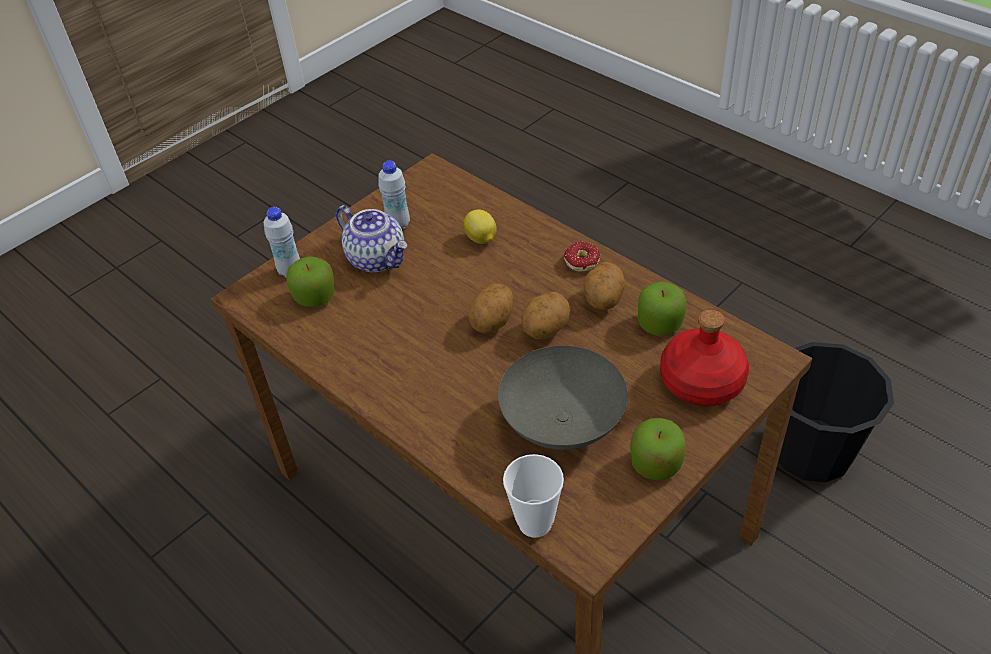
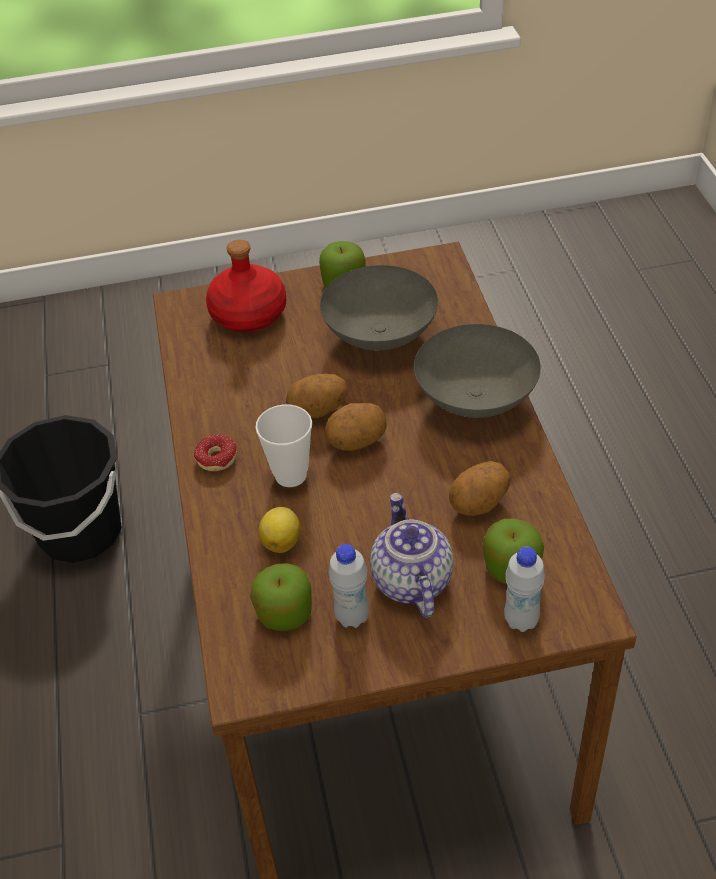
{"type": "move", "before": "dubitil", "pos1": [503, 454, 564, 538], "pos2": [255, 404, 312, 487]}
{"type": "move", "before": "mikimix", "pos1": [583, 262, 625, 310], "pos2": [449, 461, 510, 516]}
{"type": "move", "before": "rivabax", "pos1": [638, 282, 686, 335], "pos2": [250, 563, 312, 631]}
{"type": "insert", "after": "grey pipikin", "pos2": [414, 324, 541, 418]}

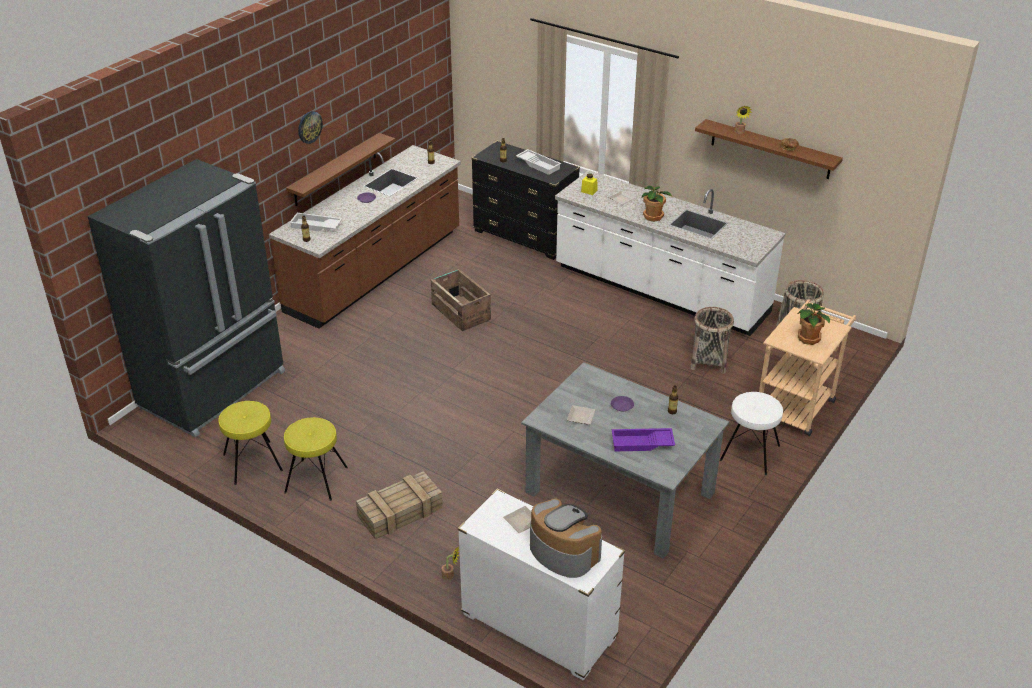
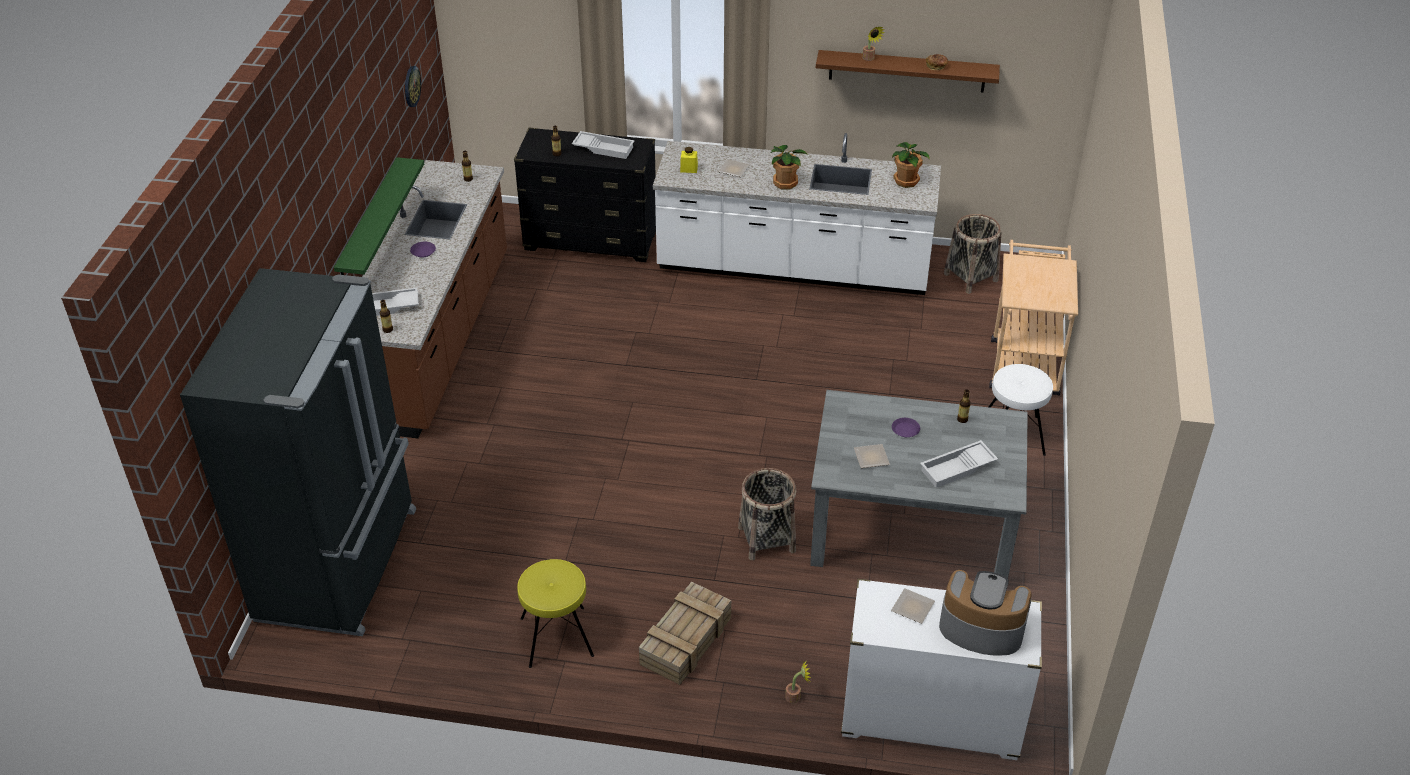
{"type": "delete", "before": "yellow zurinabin", "pos1": [218, 401, 283, 485]}
{"type": "recolor", "before": "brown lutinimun", "after": "green lutinimun", "pos1": [286, 133, 396, 206], "pos2": [334, 157, 424, 275]}
{"type": "move", "before": "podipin", "pos1": [298, 111, 323, 144], "pos2": [405, 66, 421, 107]}
{"type": "delete", "before": "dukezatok", "pos1": [431, 269, 491, 331]}
{"type": "recolor", "before": "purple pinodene", "after": "white pinodene", "pos1": [612, 428, 675, 451], "pos2": [920, 440, 998, 488]}
{"type": "move", "before": "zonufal", "pos1": [690, 307, 734, 374], "pos2": [738, 468, 796, 561]}
{"type": "move", "before": "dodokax", "pos1": [798, 303, 830, 345], "pos2": [892, 142, 930, 188]}

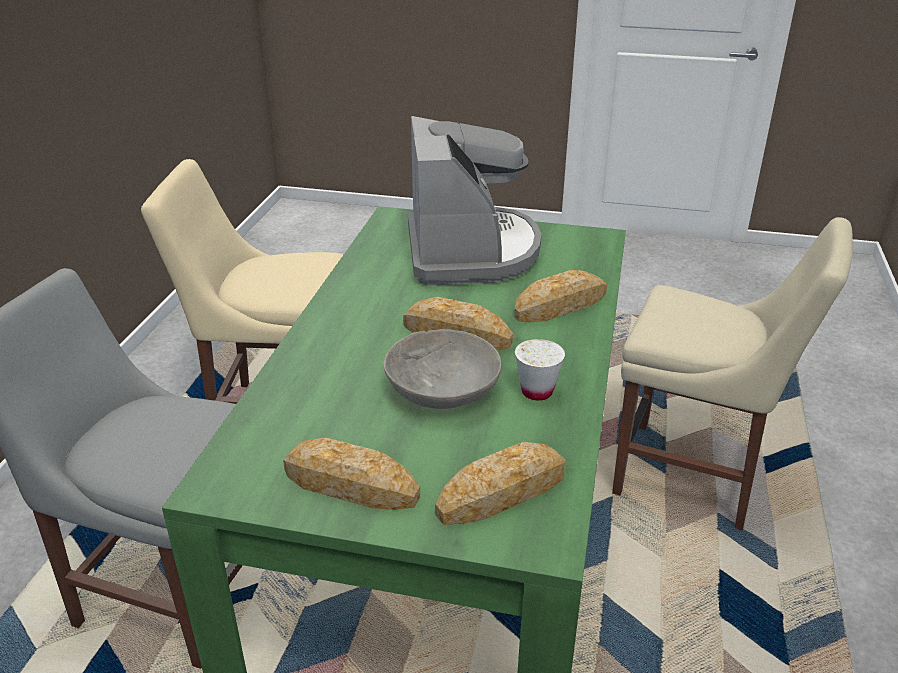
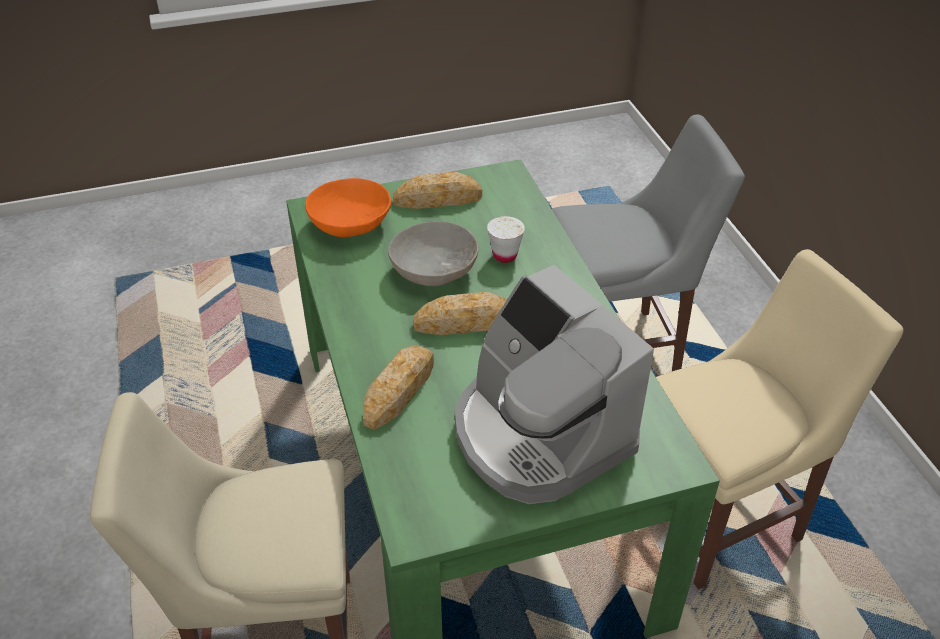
{"type": "replace", "before": "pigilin", "after": "orange pipikin", "pos1": [435, 442, 565, 525], "pos2": [305, 178, 391, 237]}
{"type": "move", "before": "white dubitil", "pos1": [515, 339, 565, 400], "pos2": [487, 216, 525, 263]}

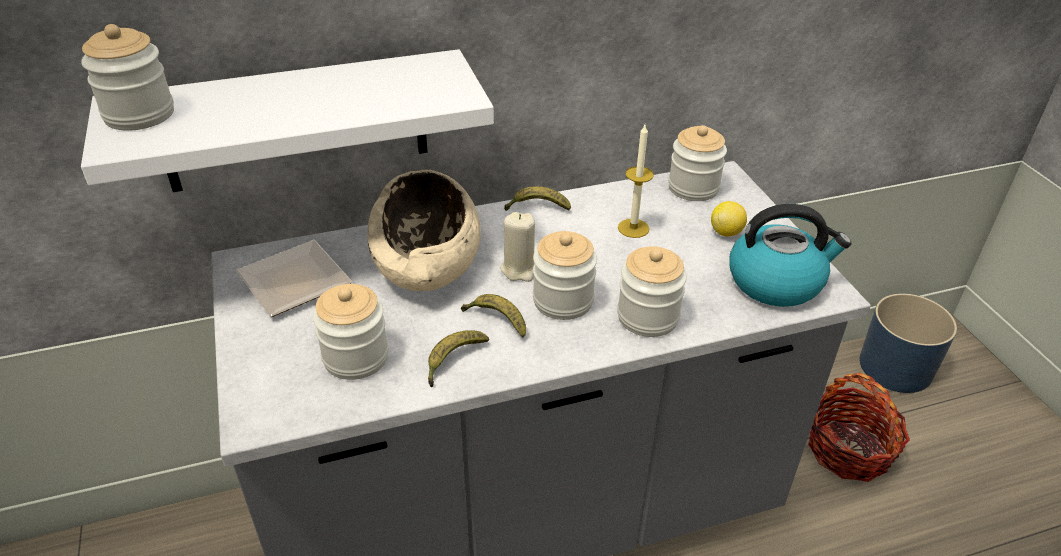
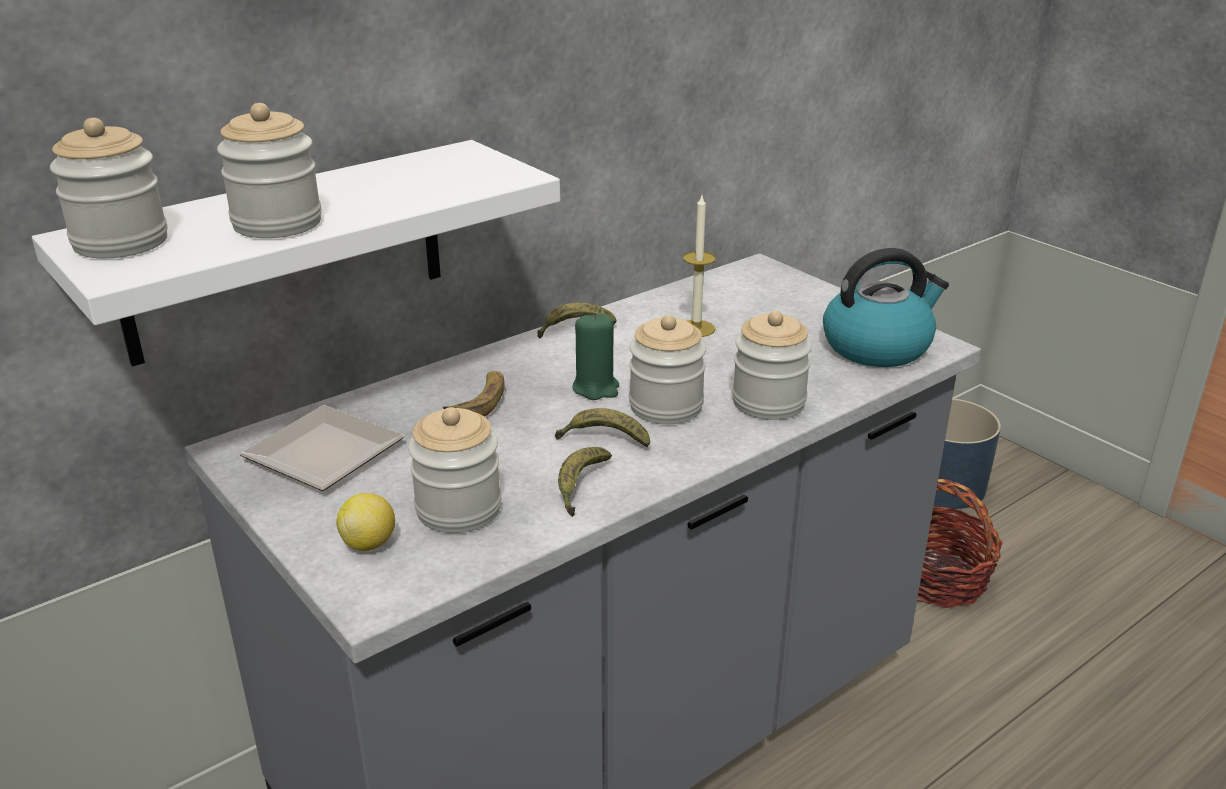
{"type": "replace", "before": "beige pipikin", "after": "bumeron", "pos1": [367, 170, 481, 291], "pos2": [443, 371, 505, 417]}
{"type": "recolor", "before": "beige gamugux", "after": "green gamugux", "pos1": [500, 212, 535, 282], "pos2": [572, 313, 619, 400]}
{"type": "move", "before": "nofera", "pos1": [668, 125, 727, 201], "pos2": [217, 103, 322, 238]}
{"type": "move", "before": "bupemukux", "pos1": [711, 201, 747, 236], "pos2": [336, 493, 395, 551]}

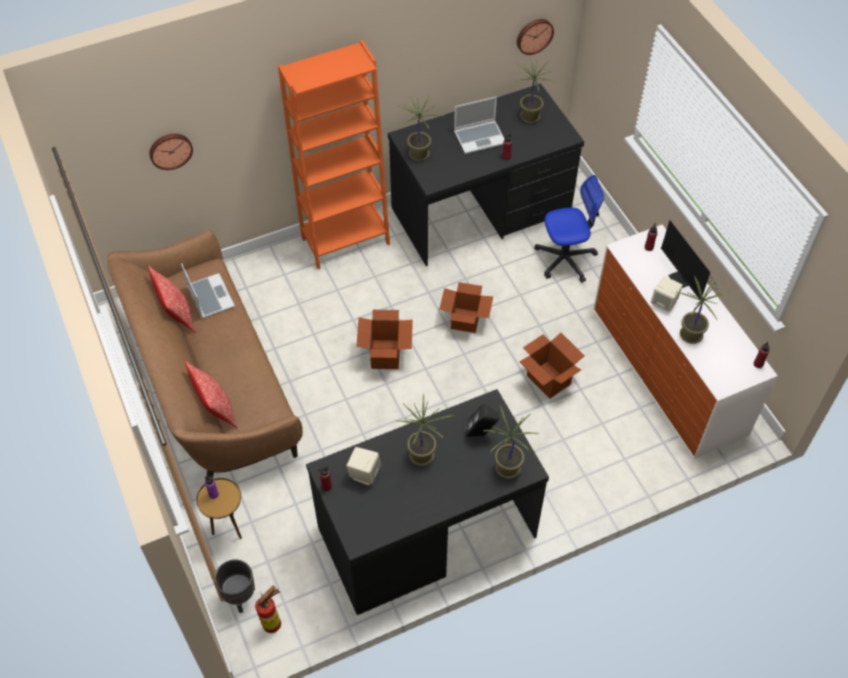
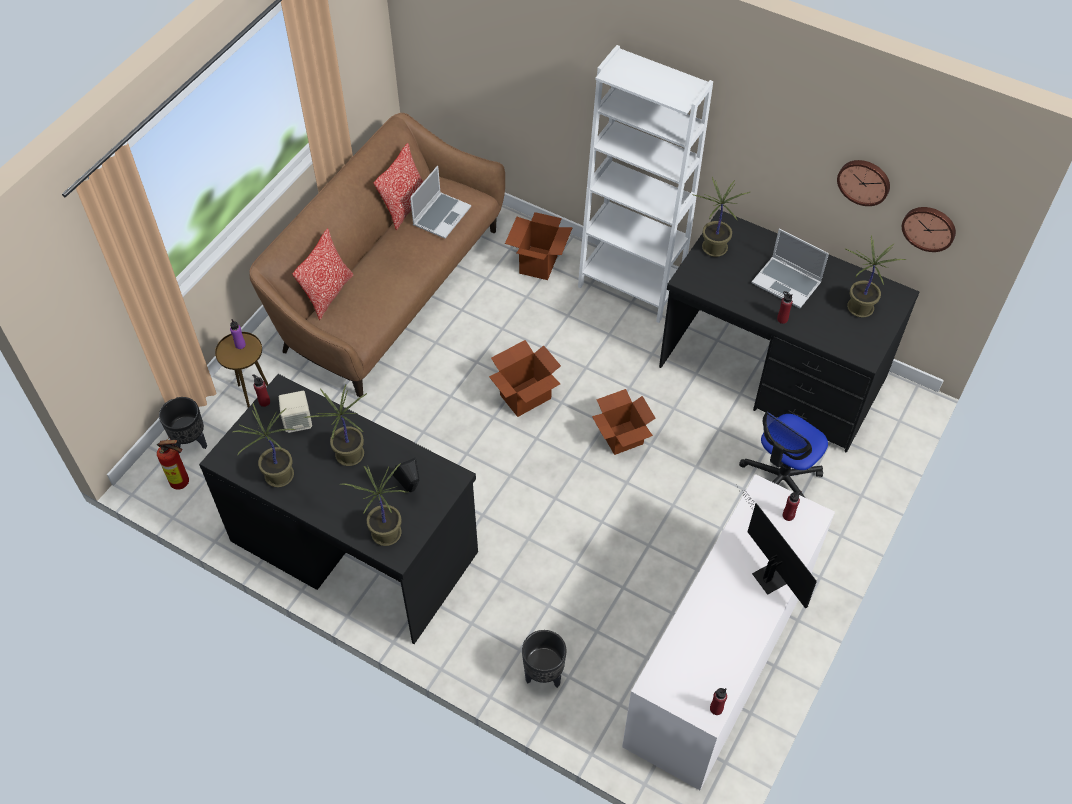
{"type": "move", "before": "podipin", "pos1": [149, 134, 193, 170], "pos2": [837, 160, 890, 206]}
{"type": "recolor", "before": "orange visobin", "after": "white visobin", "pos1": [278, 40, 390, 269], "pos2": [578, 45, 713, 323]}
{"type": "move", "before": "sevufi", "pos1": [519, 333, 585, 399], "pos2": [505, 212, 573, 280]}
{"type": "rotate", "before": "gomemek", "pos1": [534, 175, 605, 283], "pos2": [739, 412, 828, 497], "turn": 90}
{"type": "delete", "before": "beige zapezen", "pos1": [651, 276, 683, 313]}
{"type": "rotate", "before": "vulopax", "pos1": [661, 220, 722, 300], "pos2": [739, 489, 817, 609], "turn": 120}
{"type": "move", "before": "dodokax", "pos1": [677, 277, 730, 344], "pos2": [232, 403, 295, 487]}
{"type": "insert", "after": "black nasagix", "pos2": [522, 630, 567, 688]}

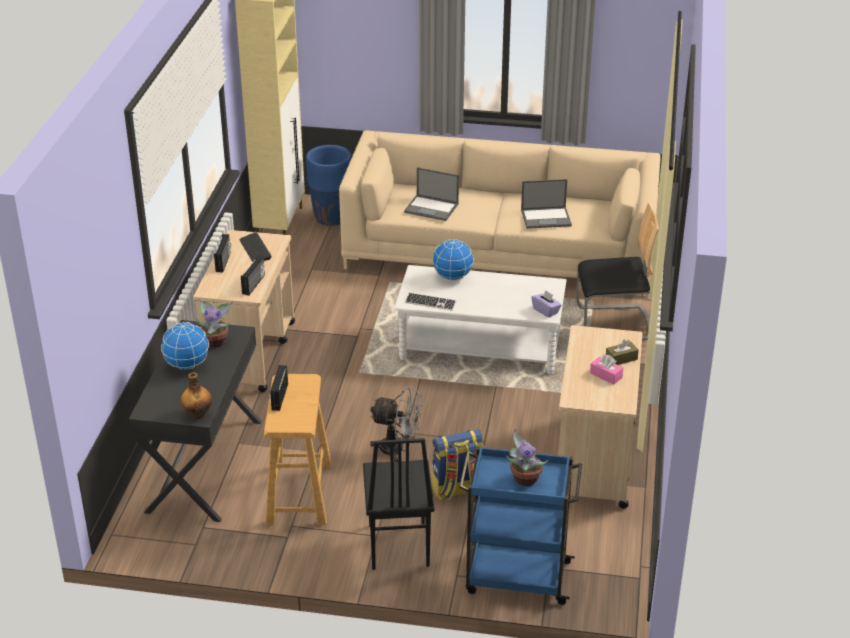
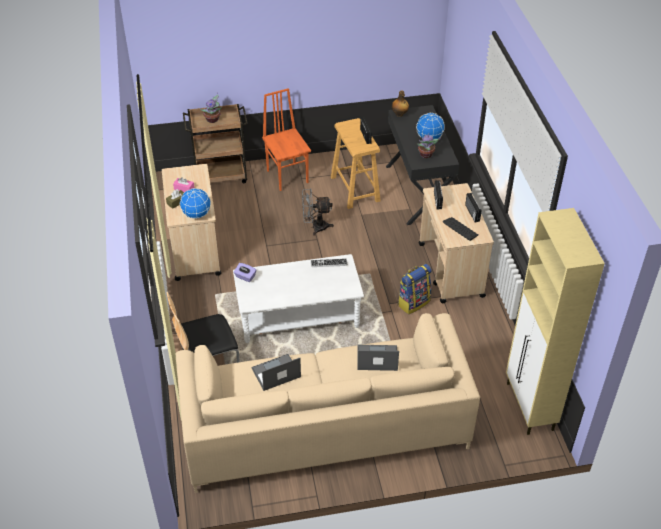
{"type": "delete", "before": "blue nasagix", "pos1": [306, 145, 351, 226]}
{"type": "recolor", "before": "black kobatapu", "after": "orange kobatapu", "pos1": [363, 438, 434, 570], "pos2": [262, 88, 311, 191]}
{"type": "move", "before": "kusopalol", "pos1": [431, 429, 484, 500], "pos2": [398, 264, 432, 314]}
{"type": "move", "before": "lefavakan", "pos1": [432, 239, 474, 281], "pos2": [180, 188, 211, 219]}
{"type": "recolor", "before": "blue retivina", "after": "brown retivina", "pos1": [459, 446, 582, 605], "pos2": [183, 104, 248, 183]}

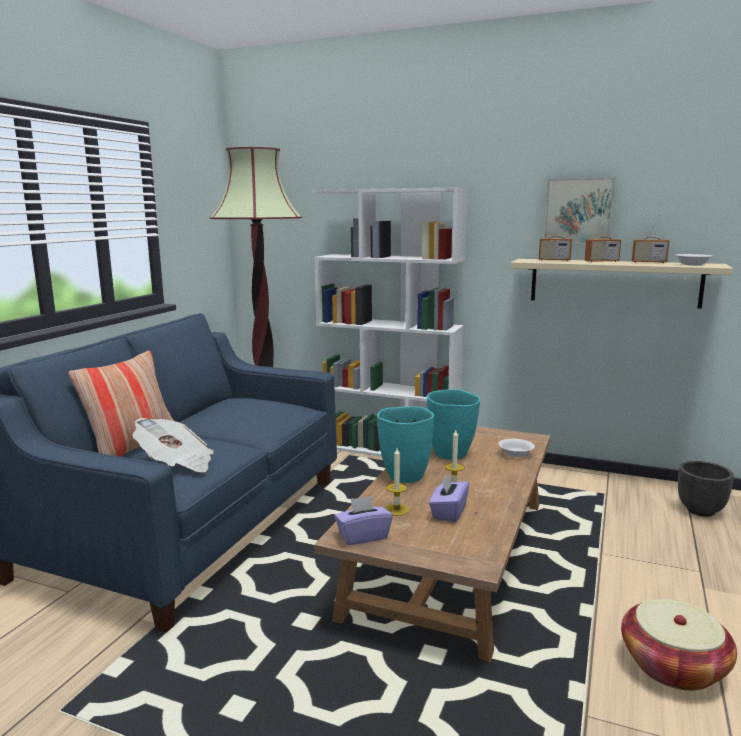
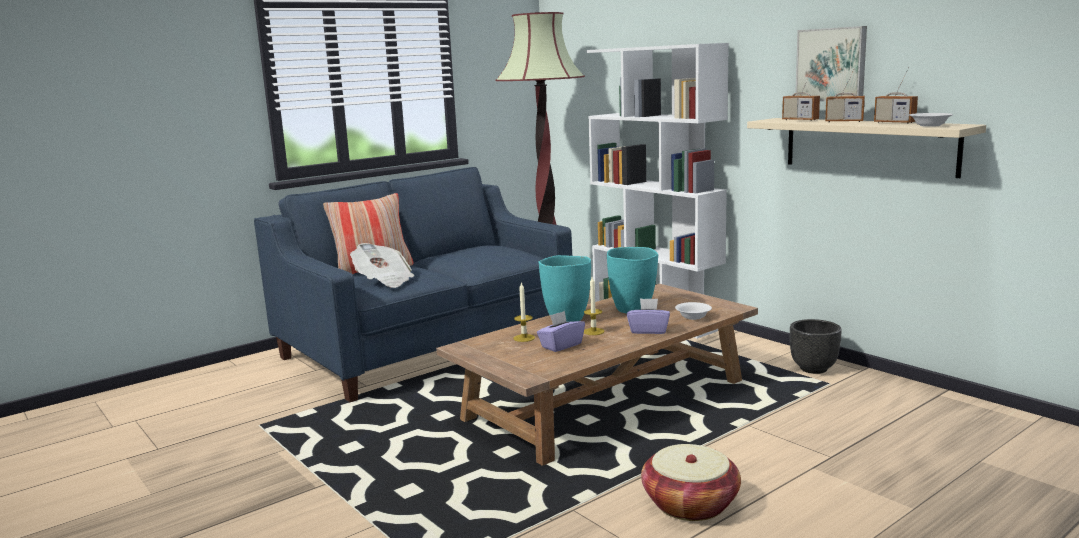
{"type": "move", "before": "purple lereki", "pos1": [334, 496, 393, 545], "pos2": [627, 298, 670, 334]}
{"type": "move", "before": "black nasagix", "pos1": [678, 461, 734, 517], "pos2": [790, 319, 842, 374]}

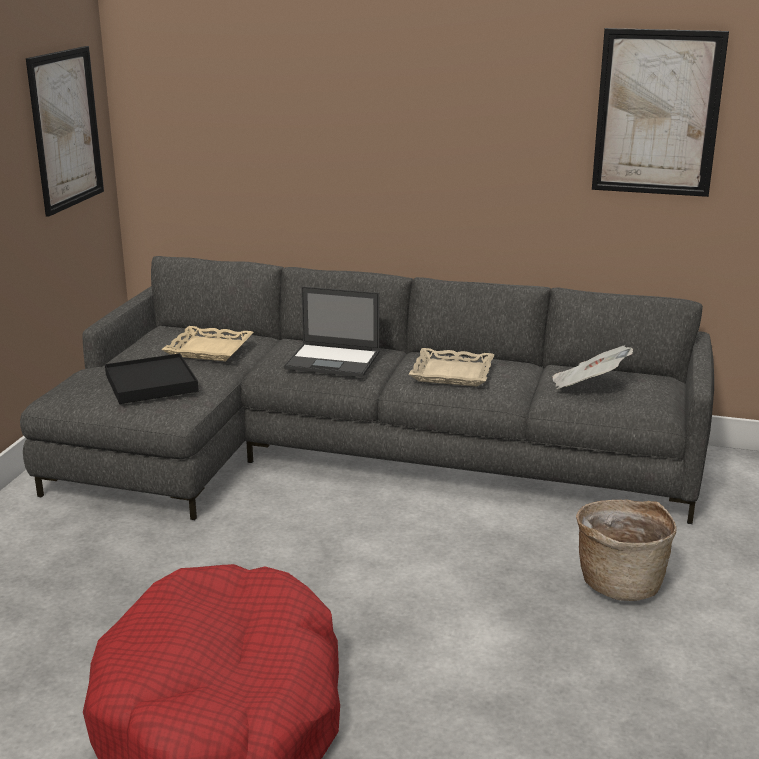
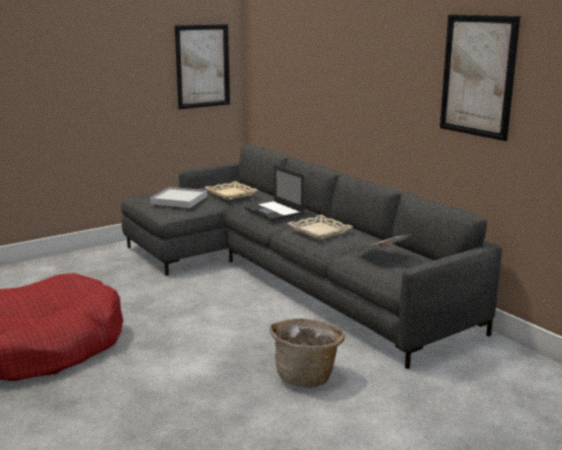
{"type": "recolor", "before": "black pinodene", "after": "white pinodene", "pos1": [105, 353, 199, 404], "pos2": [150, 187, 207, 208]}

